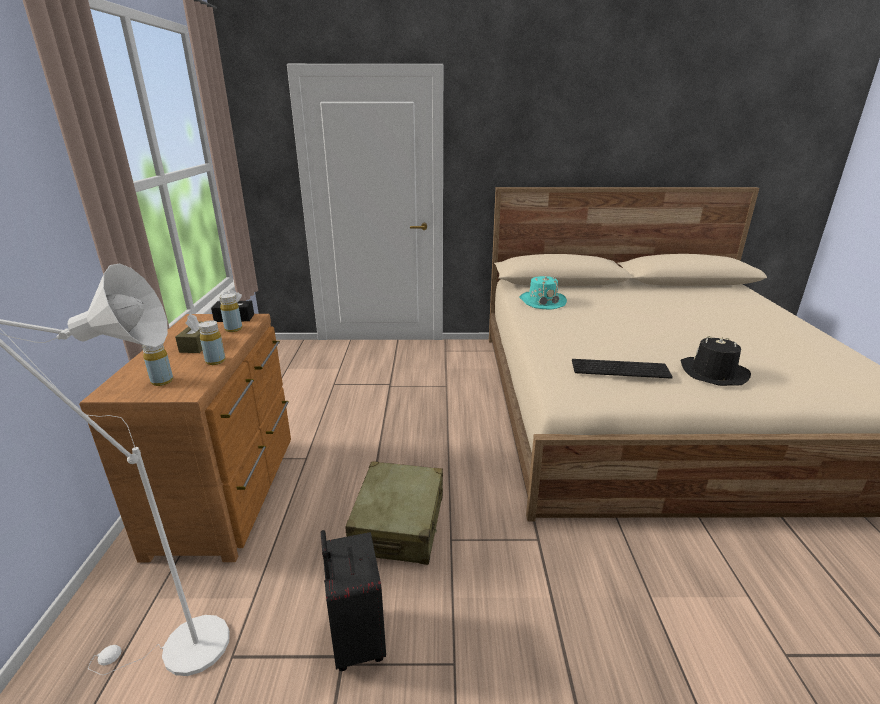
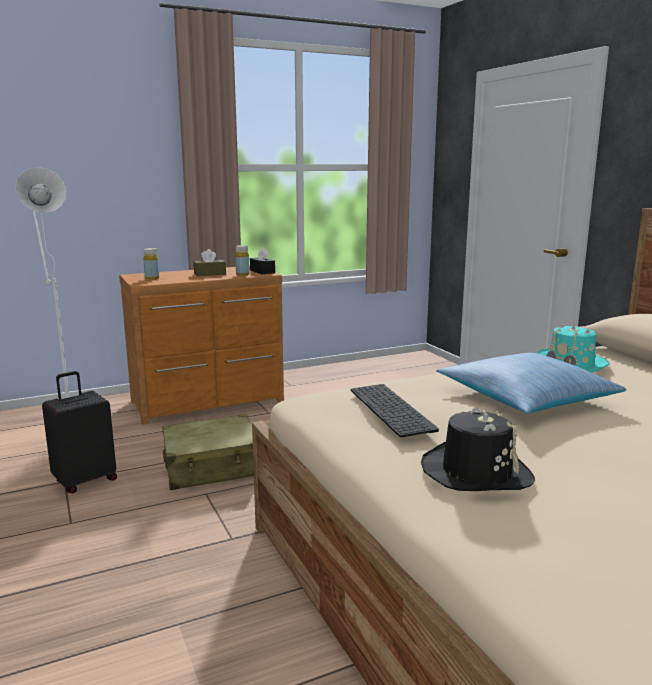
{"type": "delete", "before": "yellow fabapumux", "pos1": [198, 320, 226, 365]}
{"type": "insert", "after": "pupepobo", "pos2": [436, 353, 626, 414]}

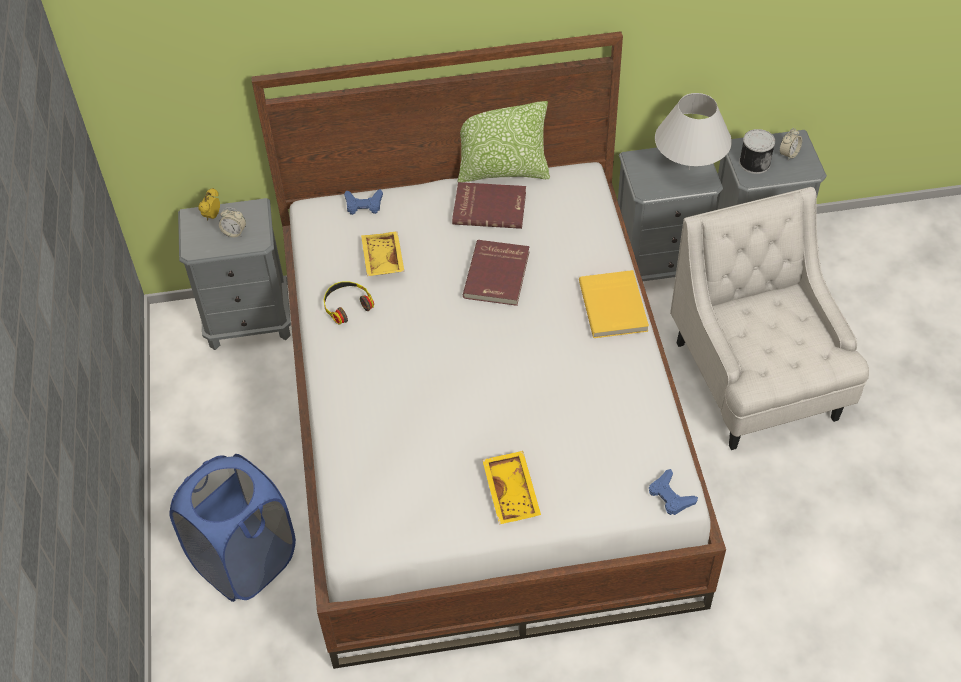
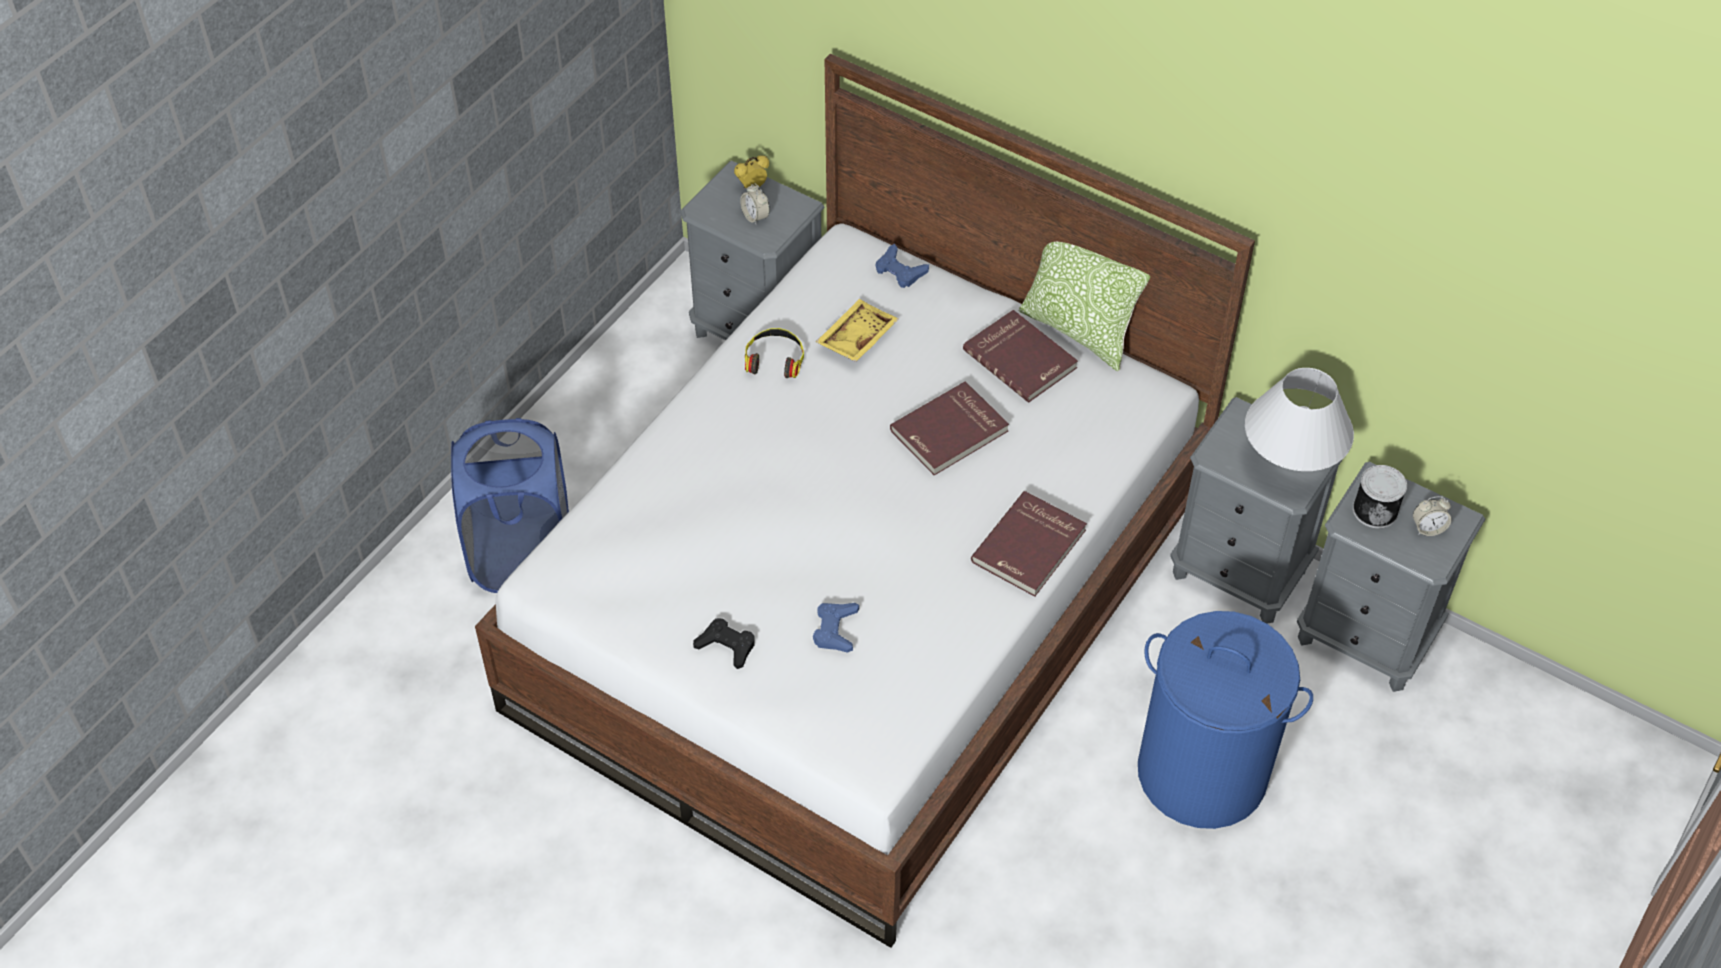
{"type": "replace", "before": "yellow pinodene", "after": "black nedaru", "pos1": [482, 451, 541, 525], "pos2": [693, 618, 755, 669]}
{"type": "recolor", "before": "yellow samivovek", "after": "red samivovek", "pos1": [579, 270, 649, 338], "pos2": [971, 491, 1087, 597]}
{"type": "move", "before": "blue nedaru", "pos1": [649, 469, 698, 515], "pos2": [813, 603, 859, 653]}
{"type": "replace", "before": "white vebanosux", "after": "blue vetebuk", "pos1": [670, 187, 869, 450], "pos2": [1138, 611, 1313, 829]}

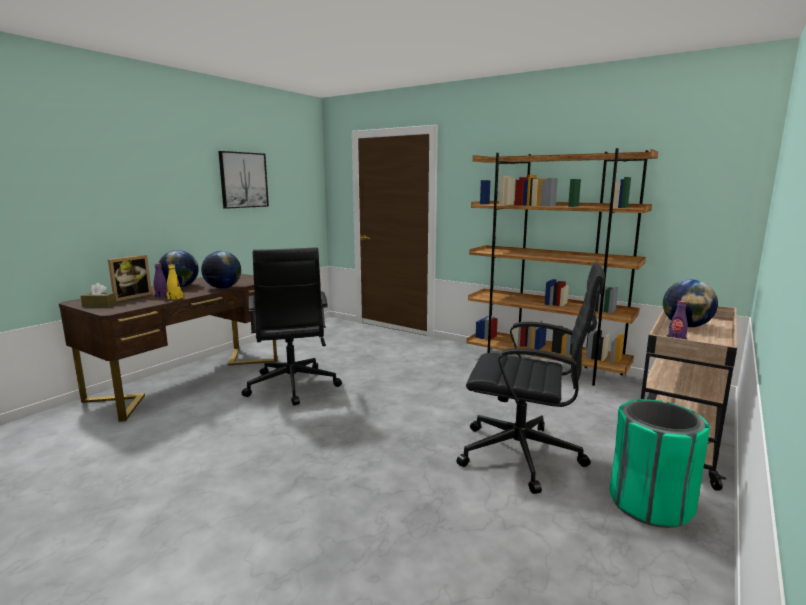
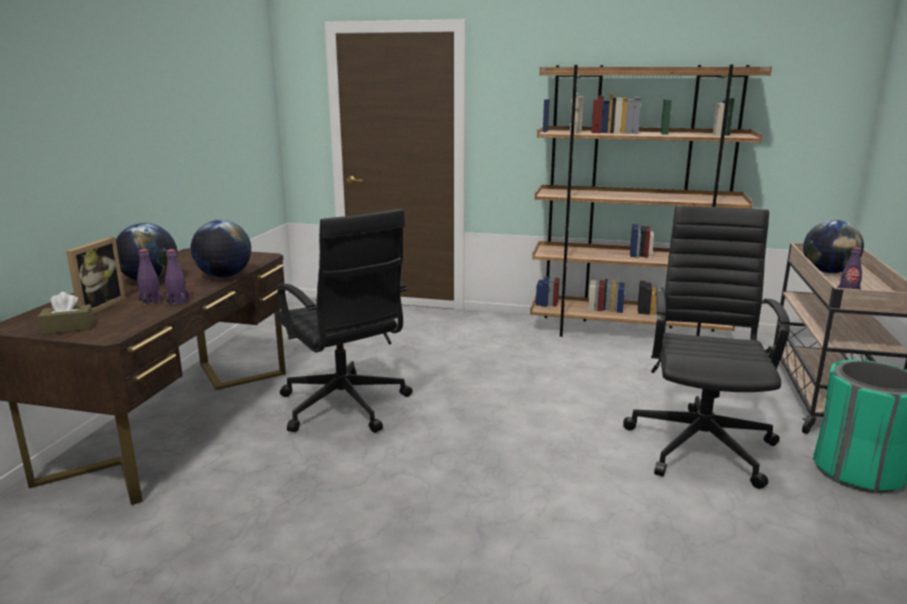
{"type": "recolor", "before": "yellow fabapumux", "after": "purple fabapumux", "pos1": [166, 264, 183, 300], "pos2": [165, 249, 189, 305]}
{"type": "delete", "before": "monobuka", "pos1": [218, 151, 269, 209]}
{"type": "rotate", "before": "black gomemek", "pos1": [457, 263, 605, 494], "pos2": [623, 206, 790, 489], "turn": -75}

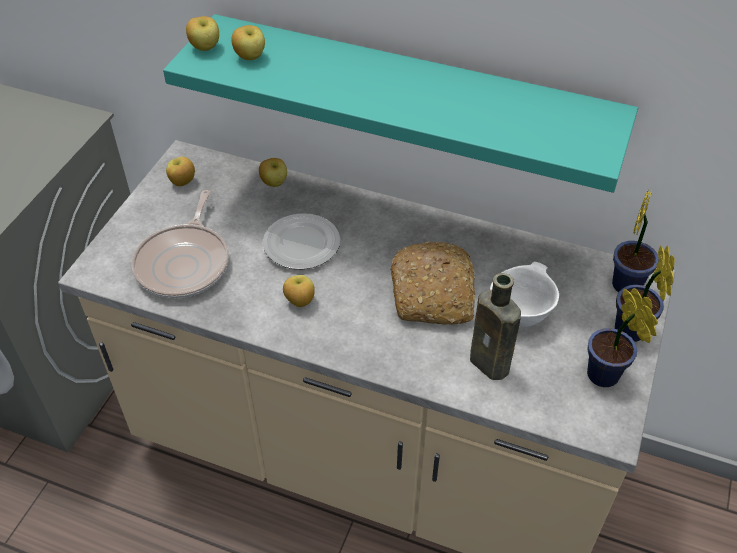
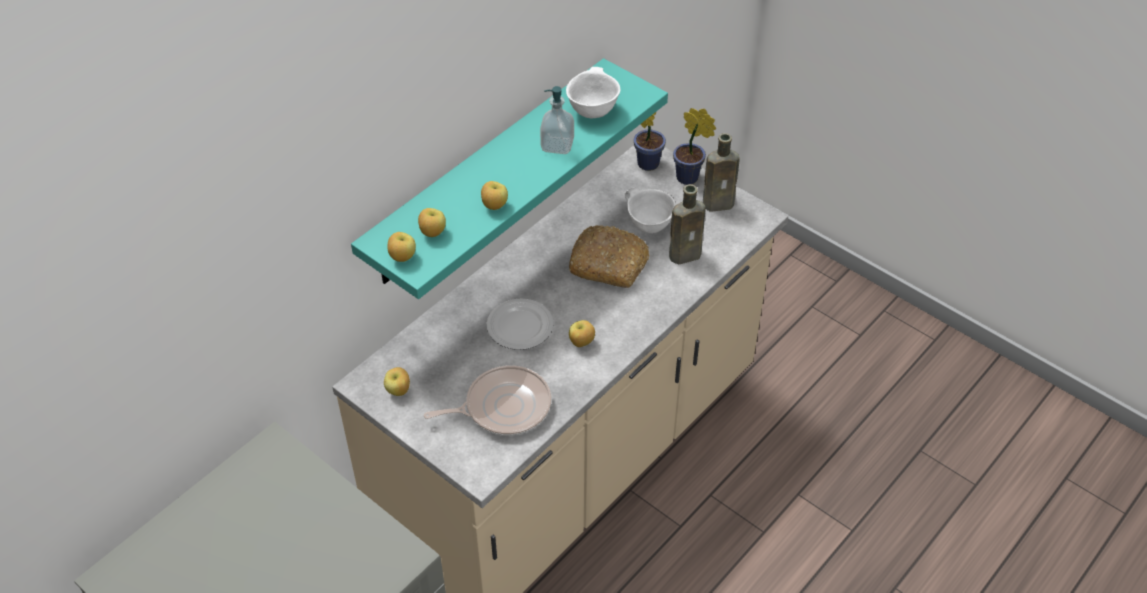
{"type": "rotate", "before": "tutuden", "pos1": [132, 190, 229, 298], "pos2": [424, 365, 551, 436], "turn": -45}
{"type": "move", "before": "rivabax", "pos1": [259, 158, 287, 187], "pos2": [481, 181, 508, 210]}
{"type": "replace", "before": "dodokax", "after": "brown fabapumux", "pos1": [587, 288, 658, 387], "pos2": [703, 133, 740, 212]}
{"type": "insert", "after": "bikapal", "pos2": [540, 86, 574, 154]}
{"type": "insert", "after": "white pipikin", "pos2": [566, 67, 620, 118]}

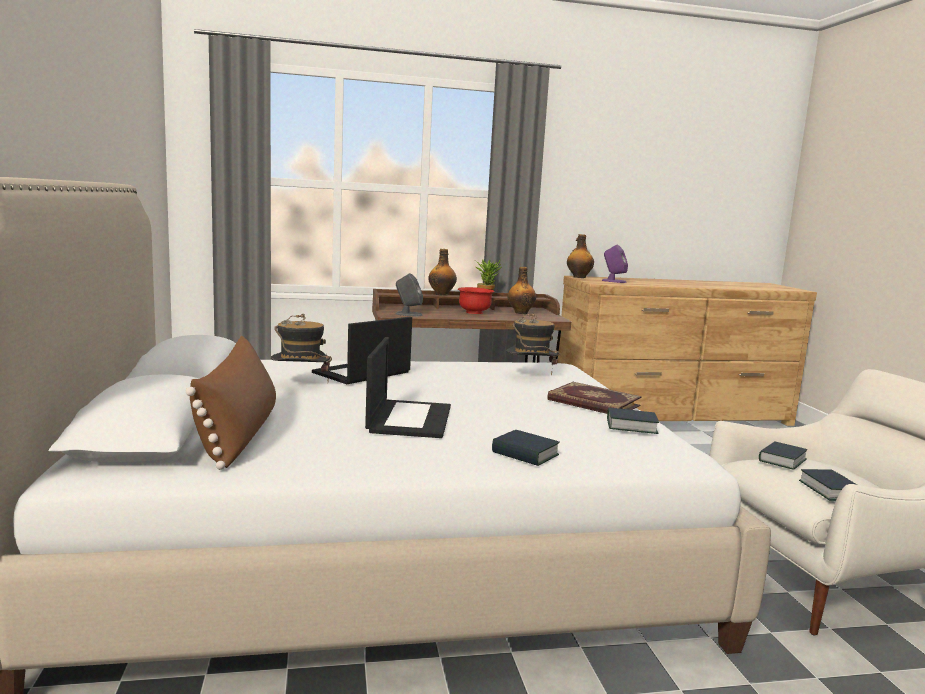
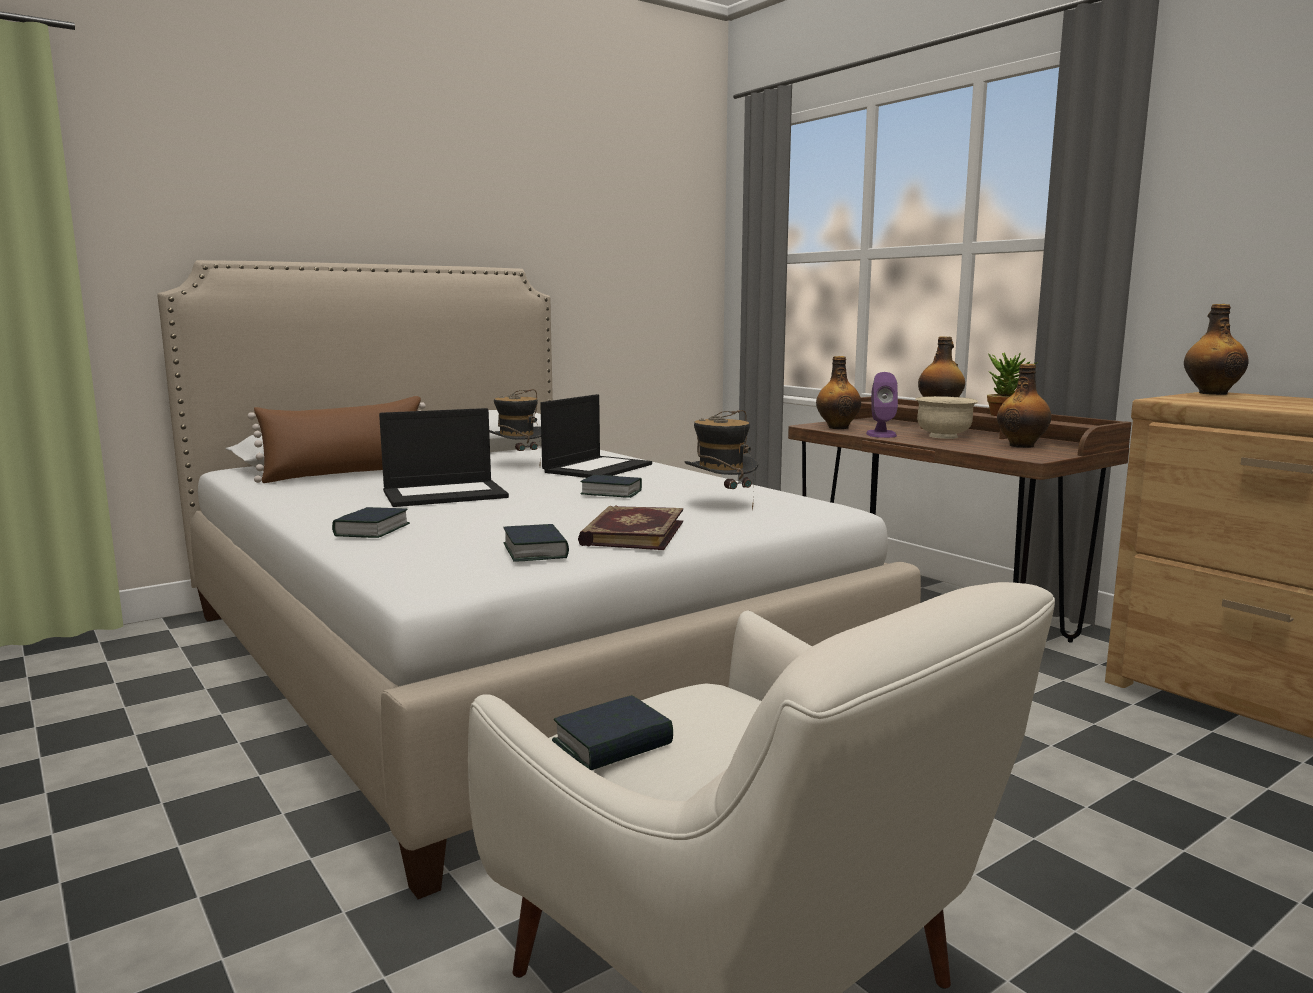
{"type": "rotate", "before": "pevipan", "pos1": [312, 317, 412, 384], "pos2": [540, 394, 652, 478], "turn": 105}
{"type": "replace", "before": "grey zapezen", "after": "fabapumux", "pos1": [396, 273, 423, 316], "pos2": [816, 356, 861, 429]}
{"type": "recolor", "before": "red pipikin", "after": "beige pipikin", "pos1": [458, 287, 495, 314], "pos2": [915, 396, 978, 439]}
{"type": "move", "before": "purple zapezen", "pos1": [602, 245, 628, 283], "pos2": [866, 372, 898, 438]}
{"type": "move", "before": "samivovek", "pos1": [759, 442, 807, 470], "pos2": [580, 475, 642, 498]}

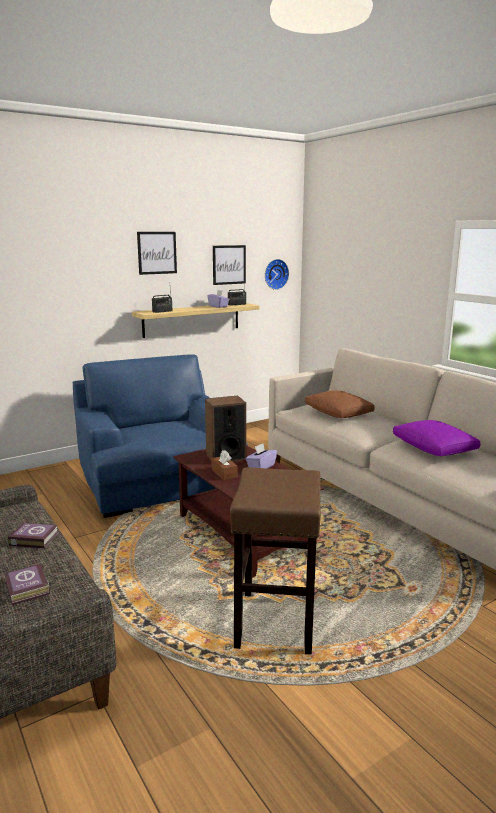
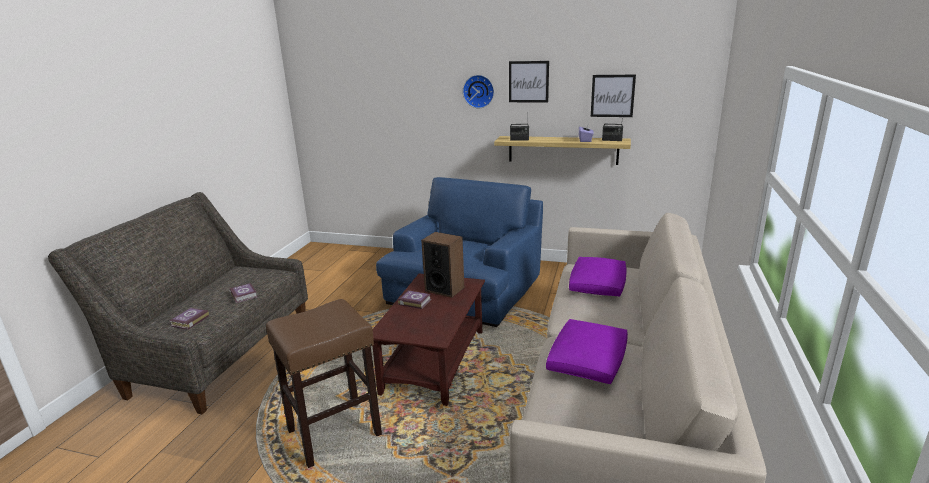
{"type": "replace", "before": "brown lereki", "after": "samivovek", "pos1": [212, 450, 237, 480], "pos2": [398, 290, 431, 309]}
{"type": "delete", "before": "purple lereki", "pos1": [246, 443, 277, 468]}
{"type": "move", "before": "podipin", "pos1": [265, 259, 289, 290], "pos2": [463, 75, 494, 108]}
{"type": "recolor", "before": "brown pupepobo", "after": "purple pupepobo", "pos1": [305, 391, 375, 418], "pos2": [569, 257, 626, 296]}

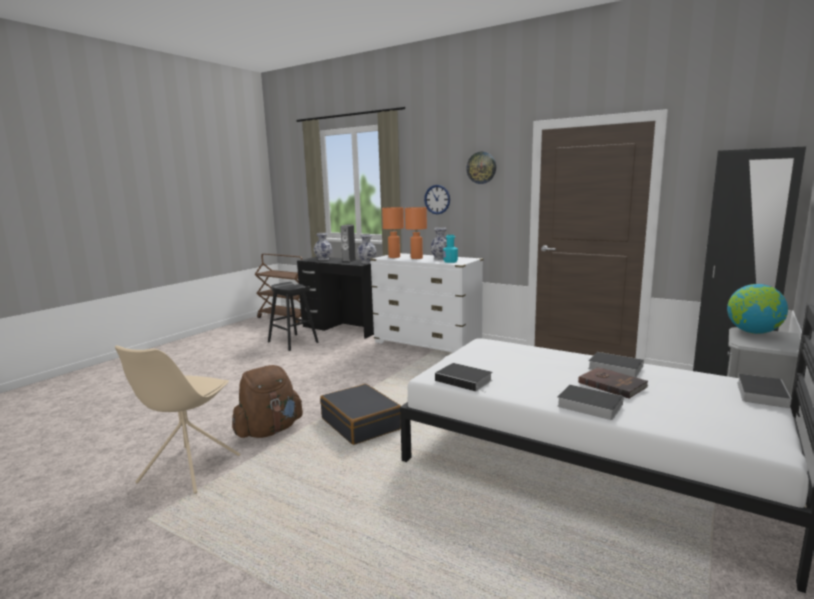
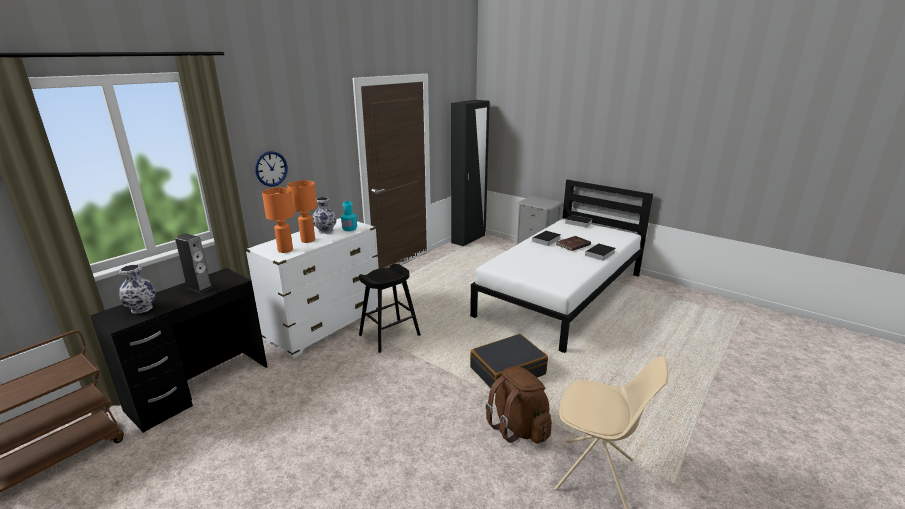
{"type": "move", "before": "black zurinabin", "pos1": [268, 282, 319, 351], "pos2": [359, 264, 421, 353]}
{"type": "delete", "before": "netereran", "pos1": [357, 234, 377, 264]}
{"type": "delete", "before": "samivovek", "pos1": [435, 363, 492, 392]}
{"type": "delete", "before": "podipin", "pos1": [466, 152, 496, 184]}
{"type": "delete", "before": "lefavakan", "pos1": [727, 284, 788, 334]}

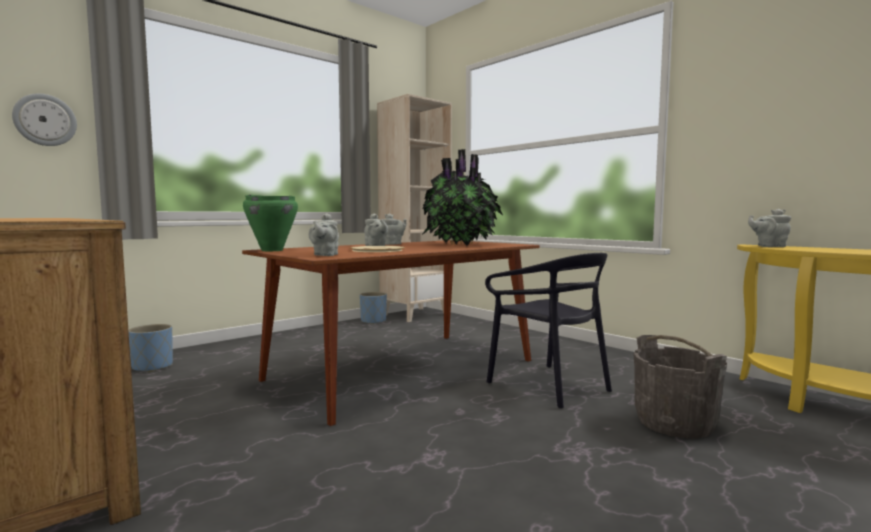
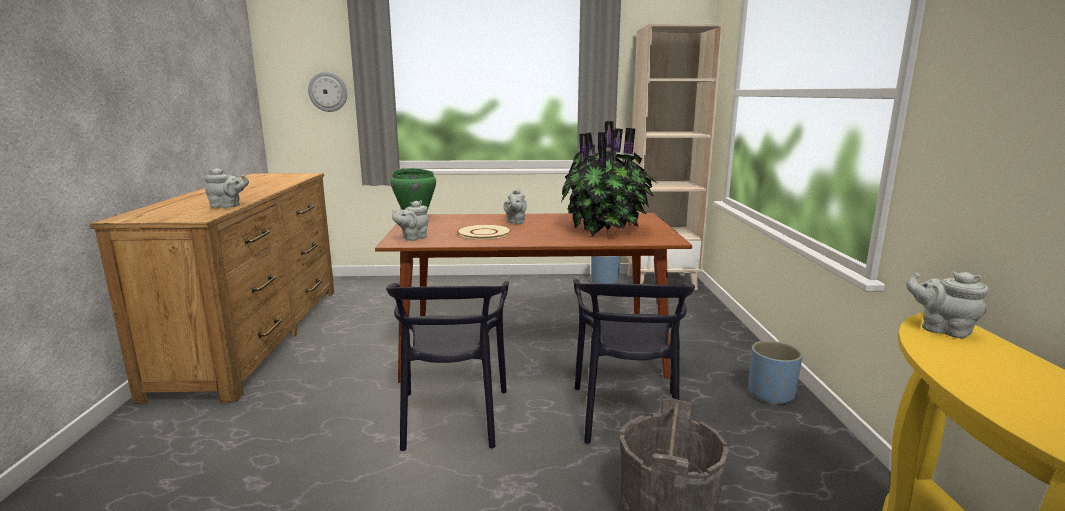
{"type": "move", "before": "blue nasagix", "pos1": [128, 324, 173, 372], "pos2": [749, 341, 803, 405]}
{"type": "move", "before": "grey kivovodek", "pos1": [383, 214, 406, 245], "pos2": [204, 168, 249, 208]}
{"type": "insert", "after": "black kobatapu", "pos2": [386, 281, 509, 451]}

